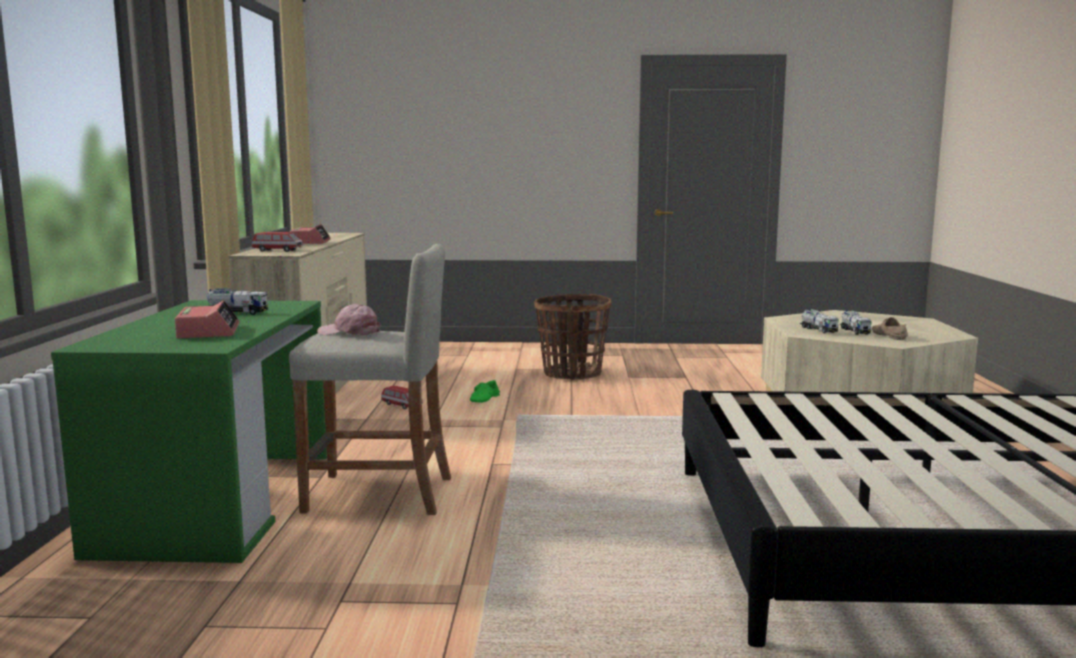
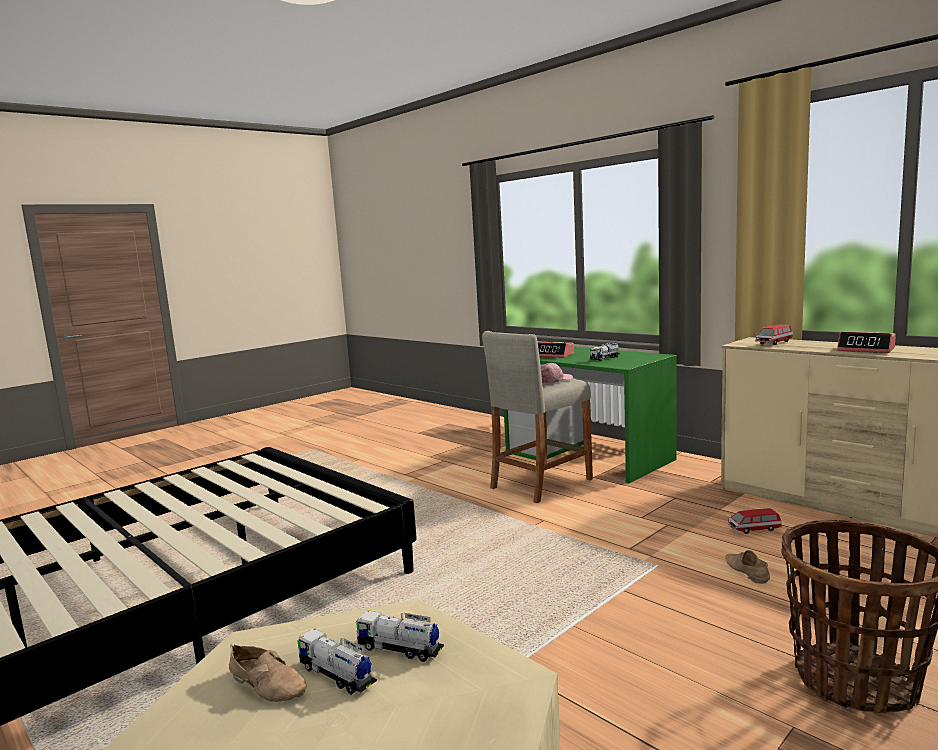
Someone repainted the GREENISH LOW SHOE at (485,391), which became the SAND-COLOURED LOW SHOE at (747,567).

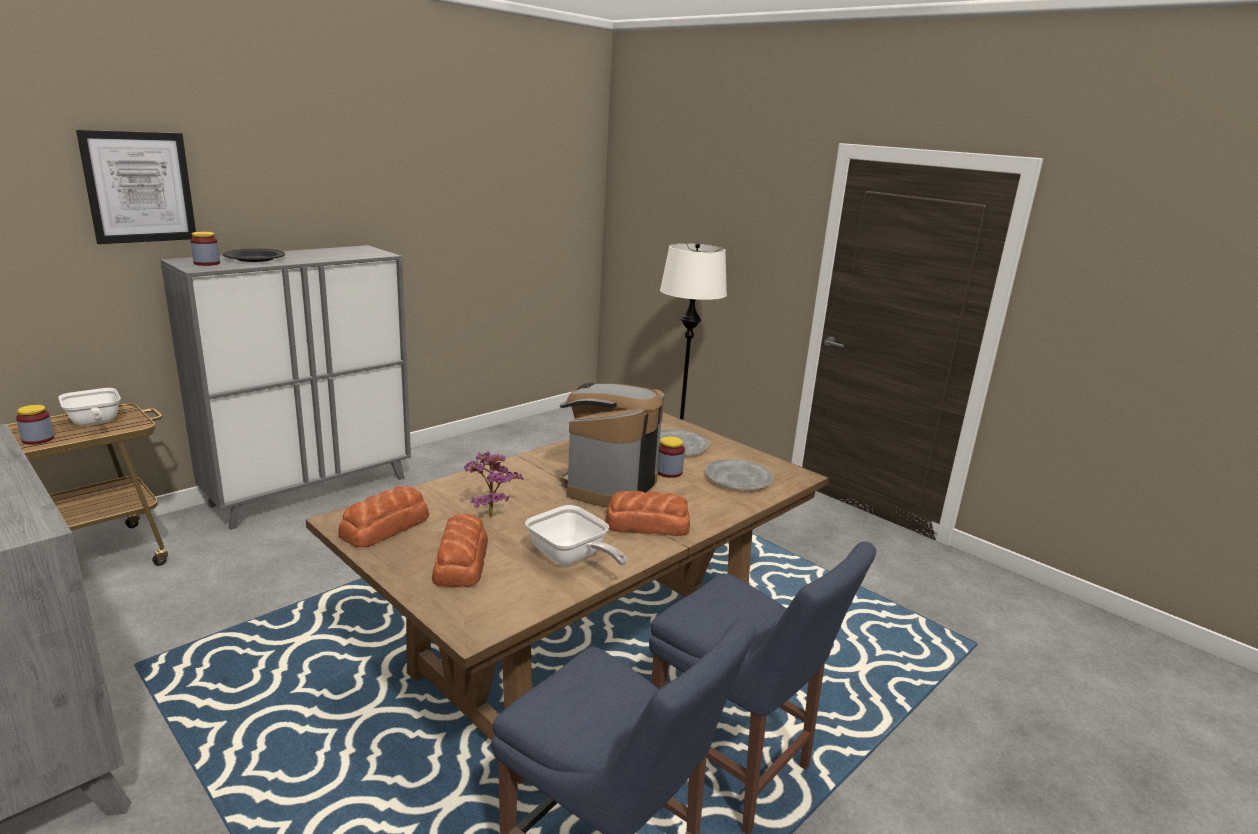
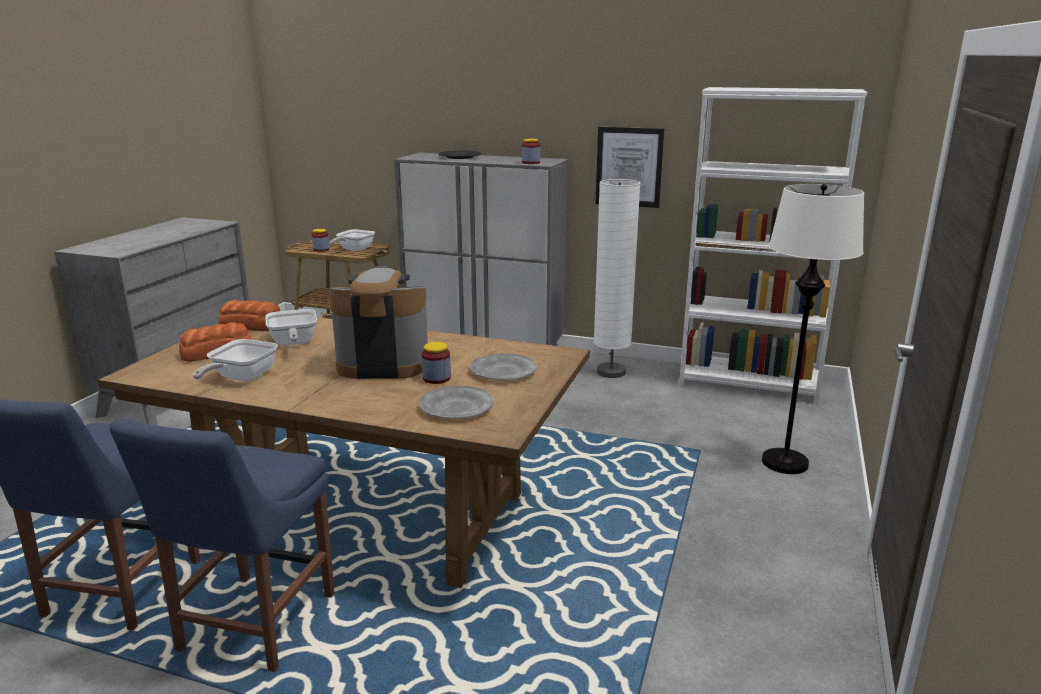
Someone carried the WALL PICTURE from (136,187) to (629,167).
Someone carried the PRESERVE JAR from (205,249) to (531,151).
Someone swapped the HOUSEPLANT at (493,485) for the FRYING PAN at (291,327).
Someone took away the BAKERY BREAD at (648,513).
Someone put down the WHITISH STANDARD LAMP at (617,278).
Someone put down the WHITISH SHELVING UNIT at (773,245).

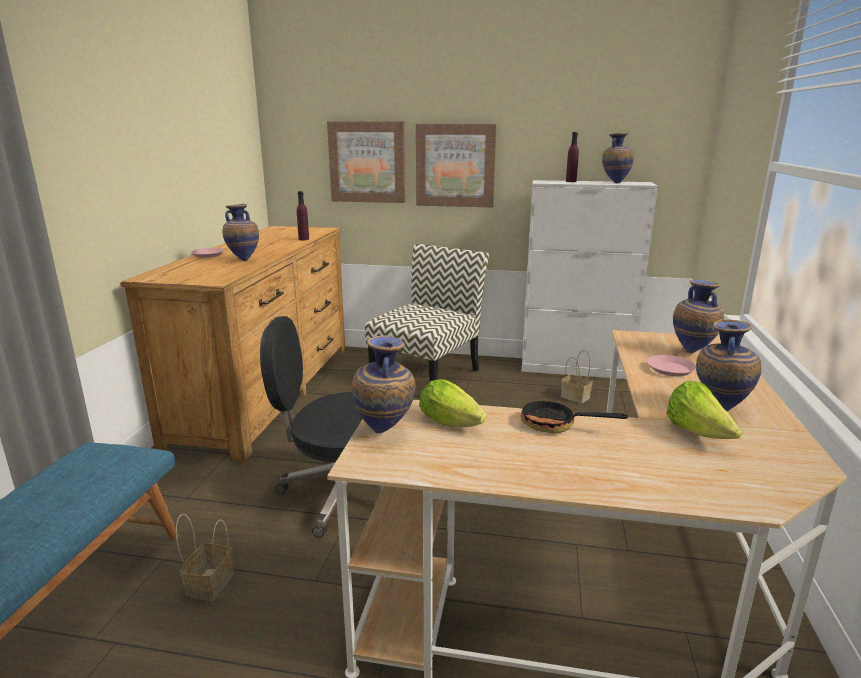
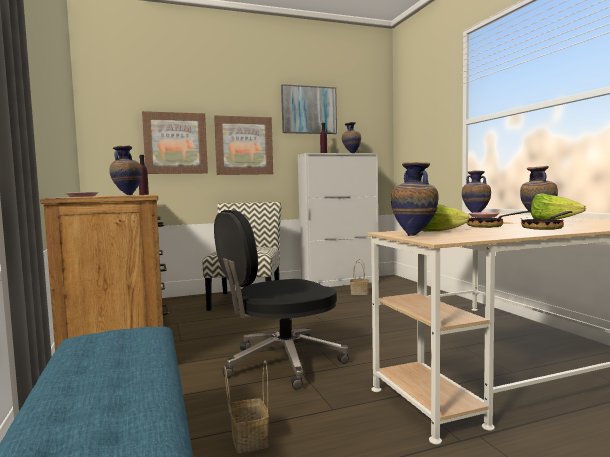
Someone put up the WALL PICTURE at (309,109).
Someone put down the FRYING PAN at (547,220).

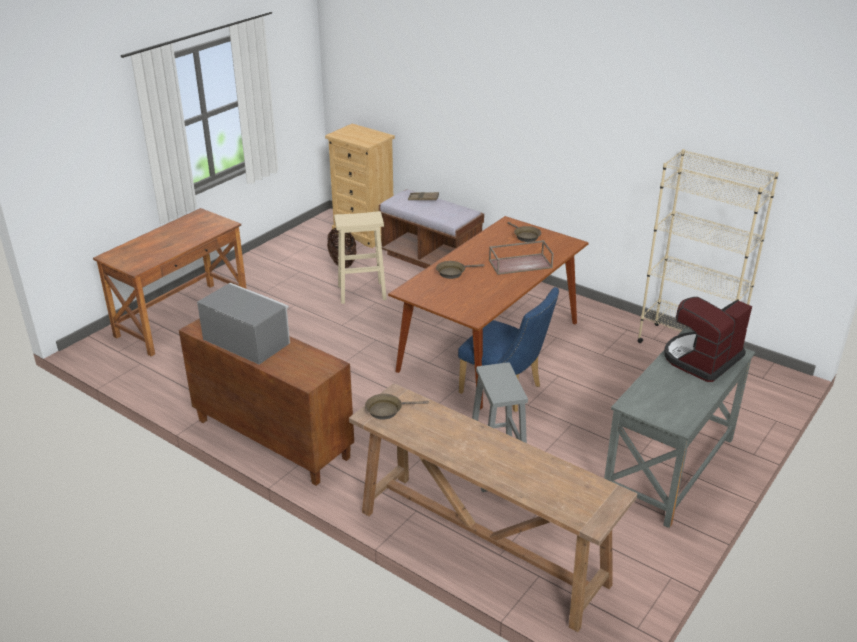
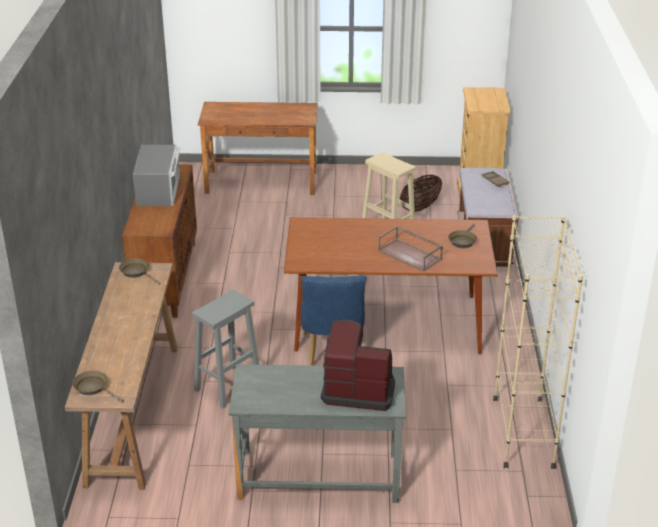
Someone carried the BROWNISH FRYING PAN from (460,270) to (98,386).

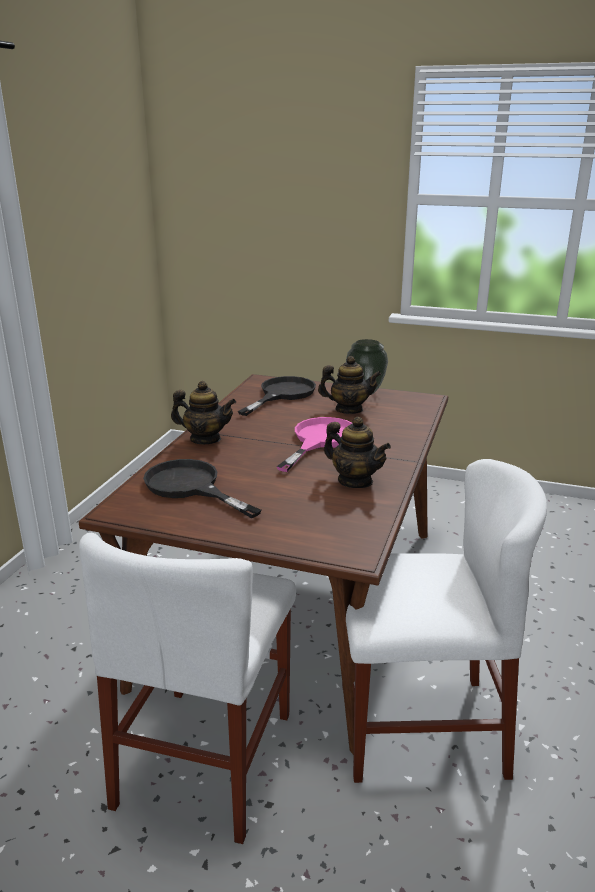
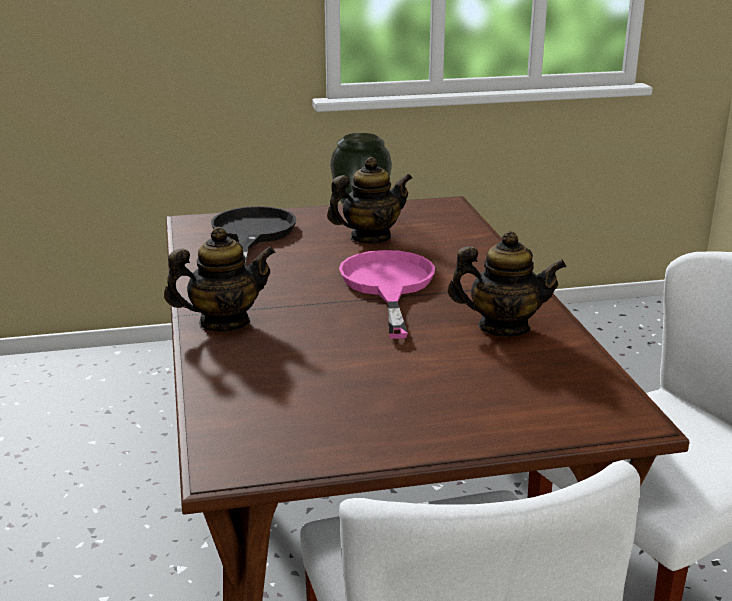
Someone took away the BLACKISH FRYING PAN at (202,488).

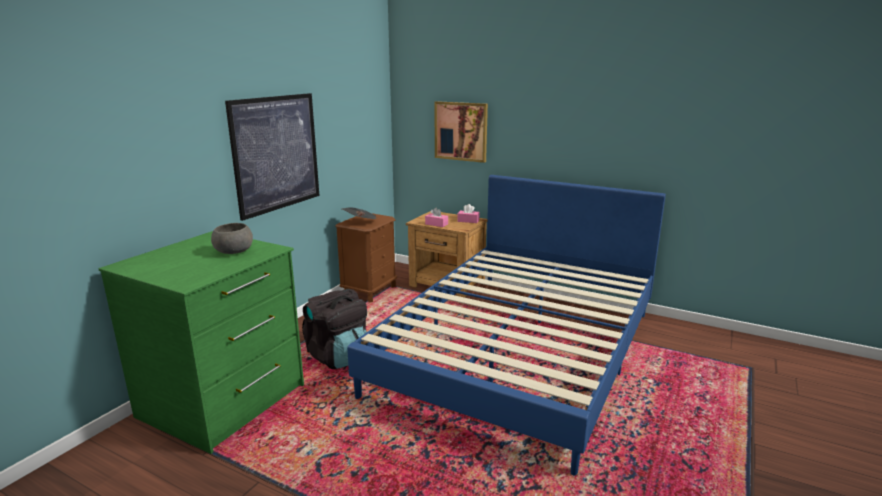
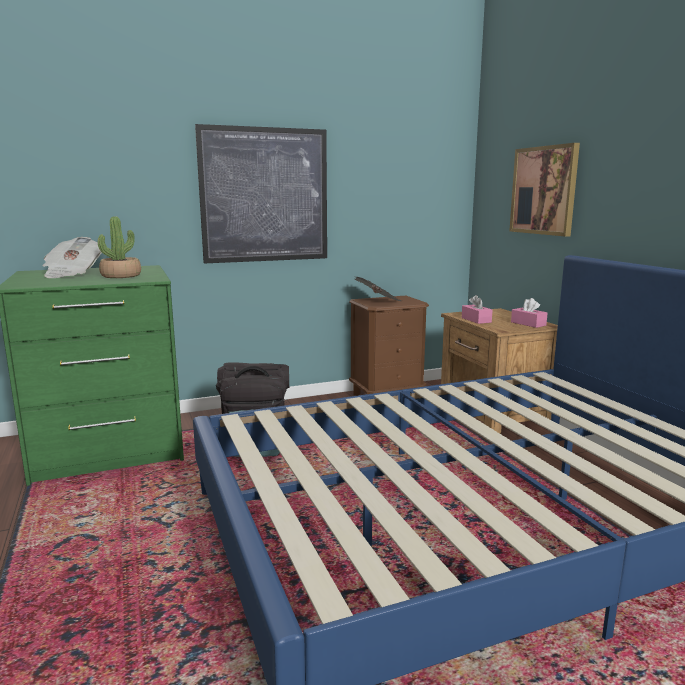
Someone swapped the GREYISH BOWL at (232,238) for the HOUSEPLANT at (119,247).
Someone put down the PRINTED PAPER at (72,257).

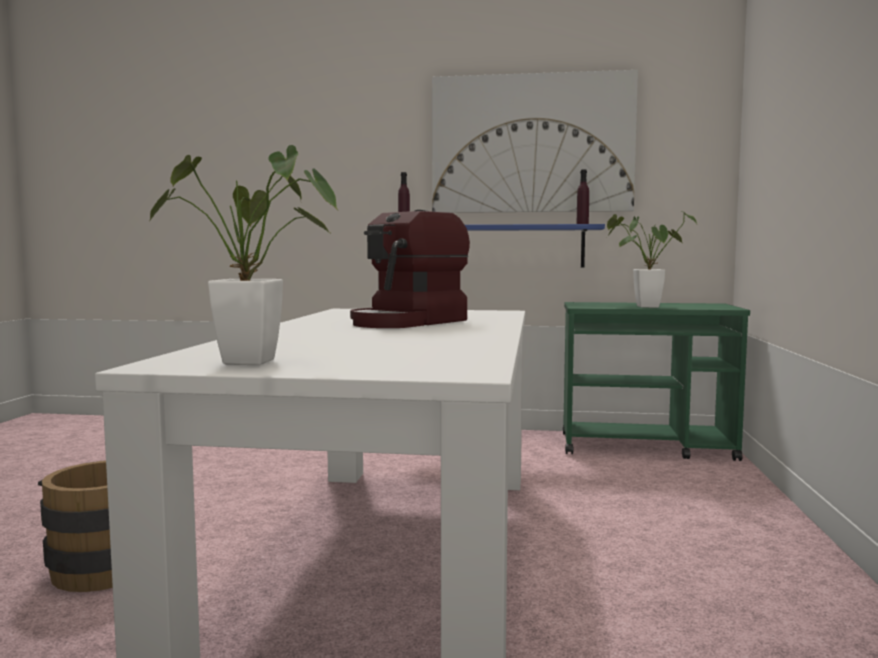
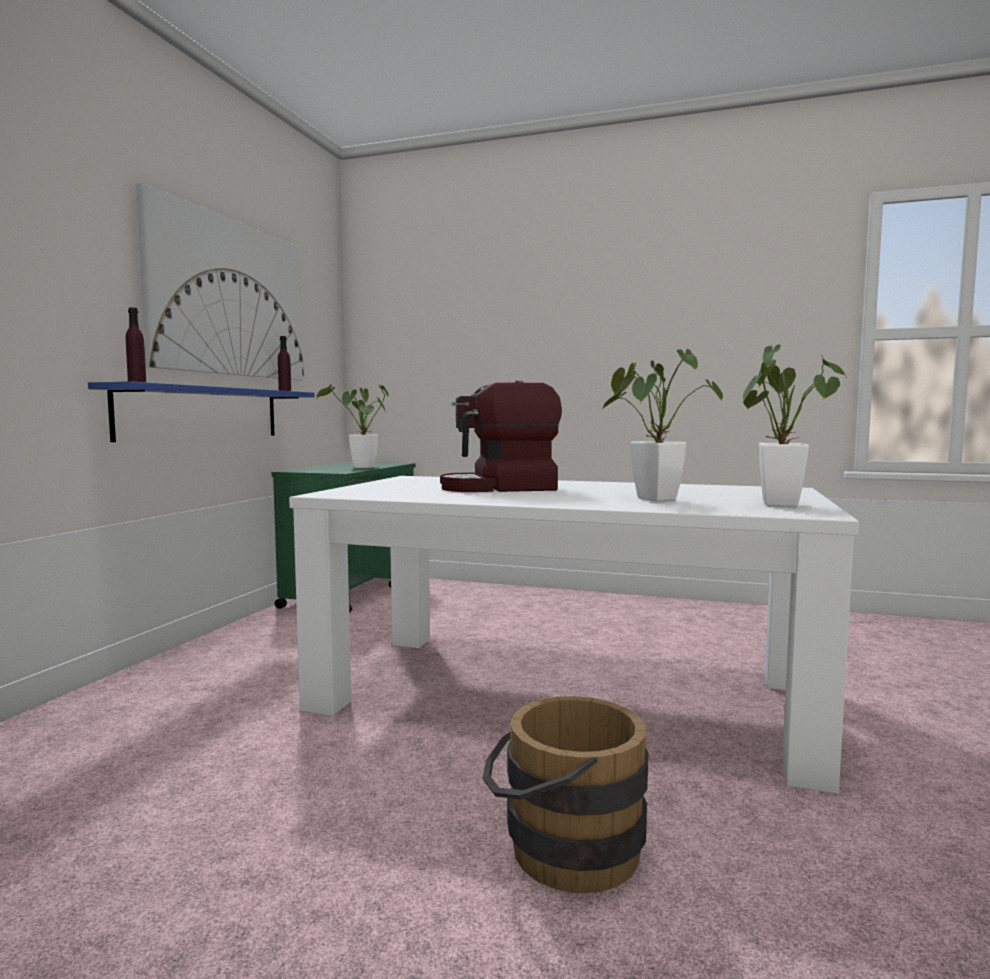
Someone rotated the COFFEE MACHINE at (410,269) by 120 degrees clockwise.
Someone put down the HOUSEPLANT at (662,425).

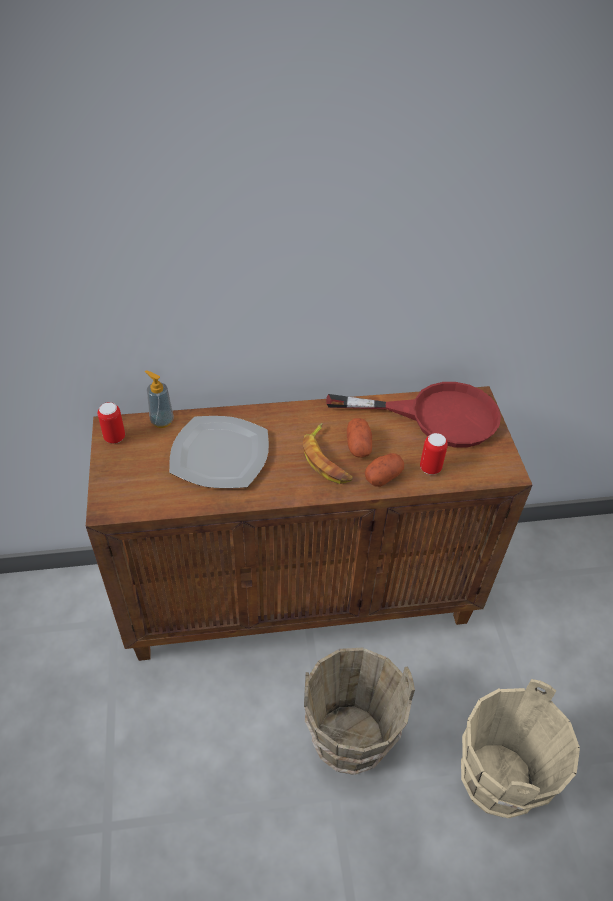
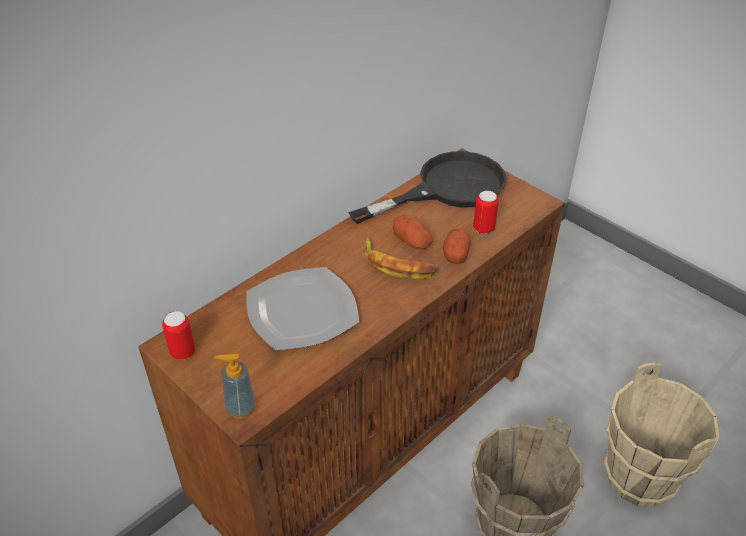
Someone carried the SOAP BOTTLE from (159,399) to (235,386).
Someone repainted the RED FRYING PAN at (413,415), which became the BLACKISH FRYING PAN at (427,187).

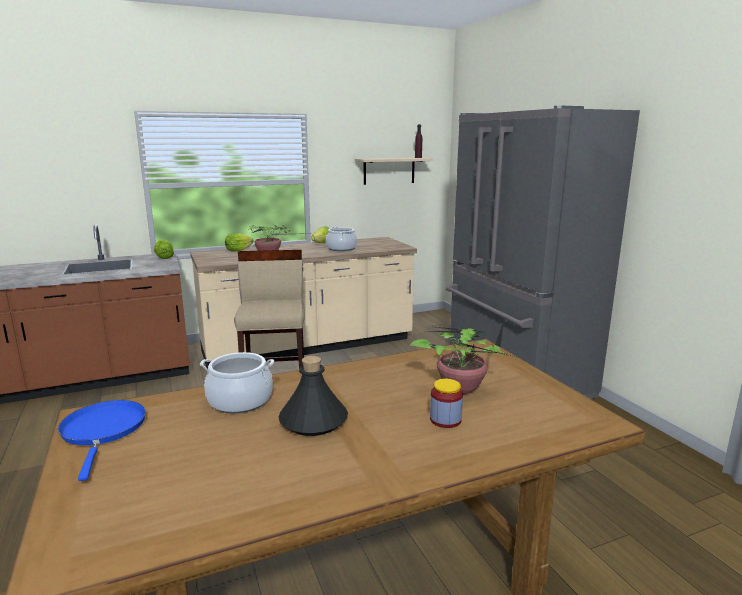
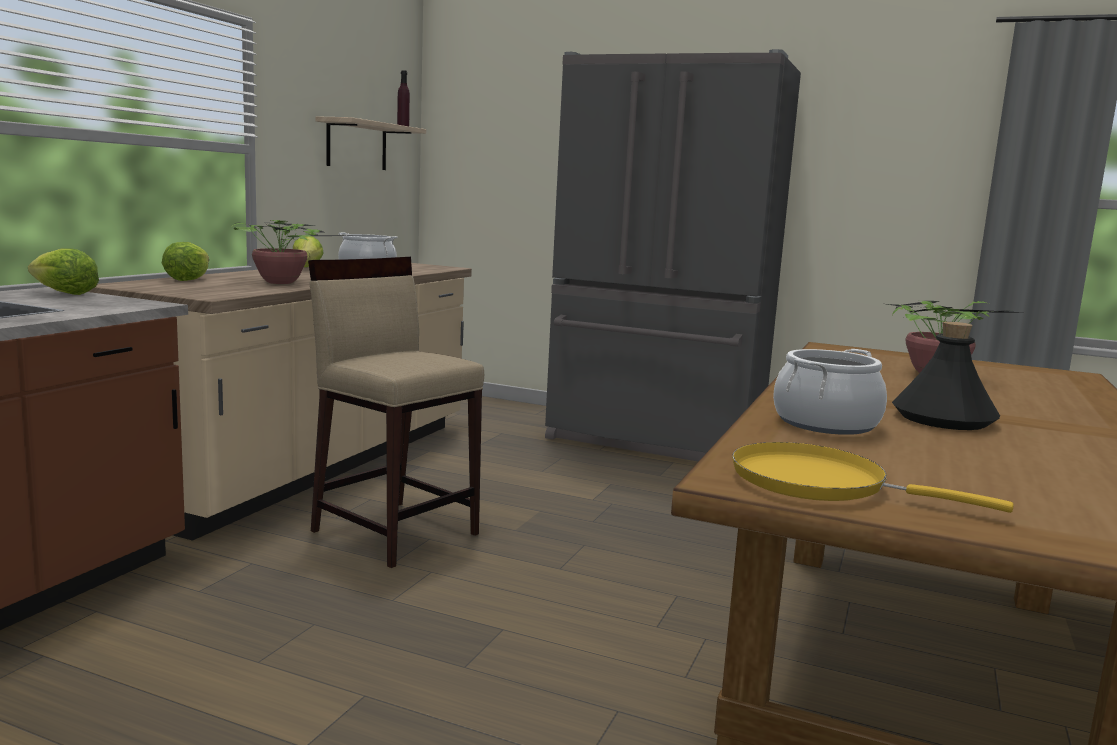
Someone repainted the BLUE-COLOURED FRYING PAN at (102,440), which became the YELLOW FRYING PAN at (873,477).
Someone took away the PRESERVE JAR at (446,403).

